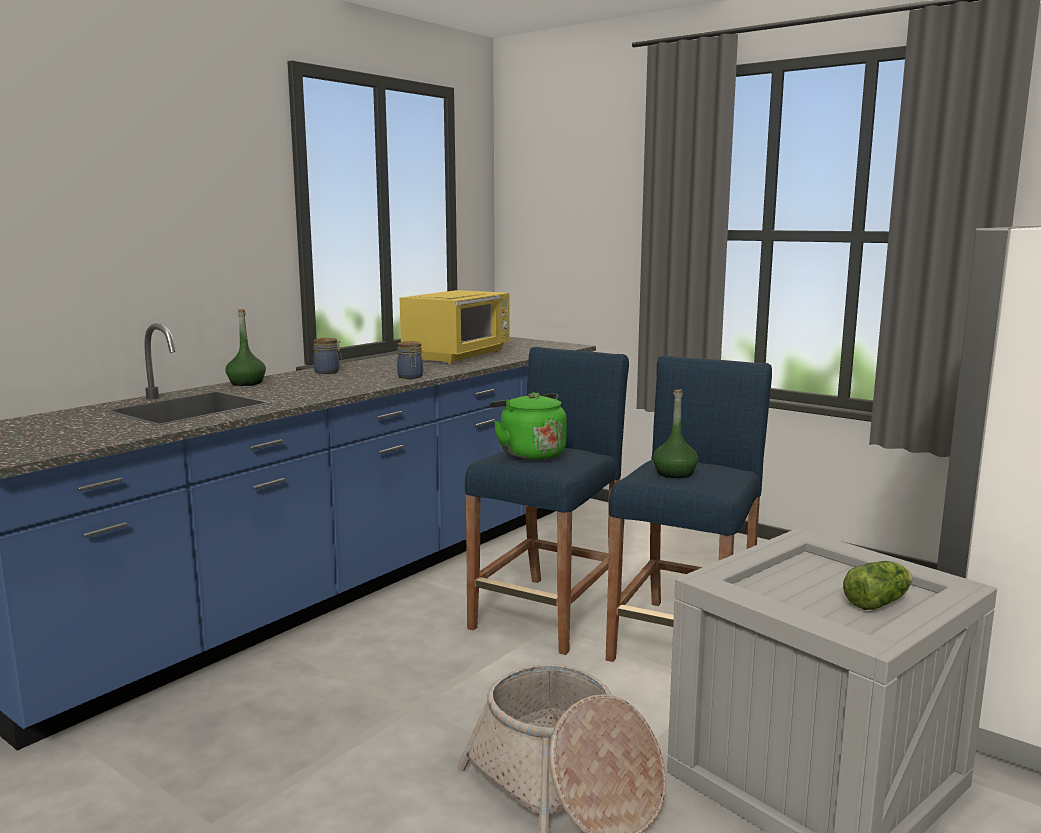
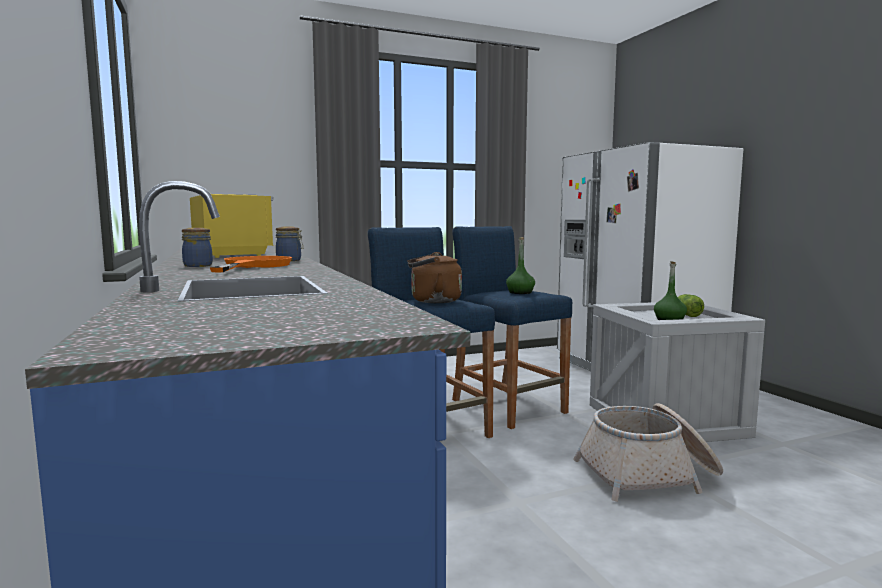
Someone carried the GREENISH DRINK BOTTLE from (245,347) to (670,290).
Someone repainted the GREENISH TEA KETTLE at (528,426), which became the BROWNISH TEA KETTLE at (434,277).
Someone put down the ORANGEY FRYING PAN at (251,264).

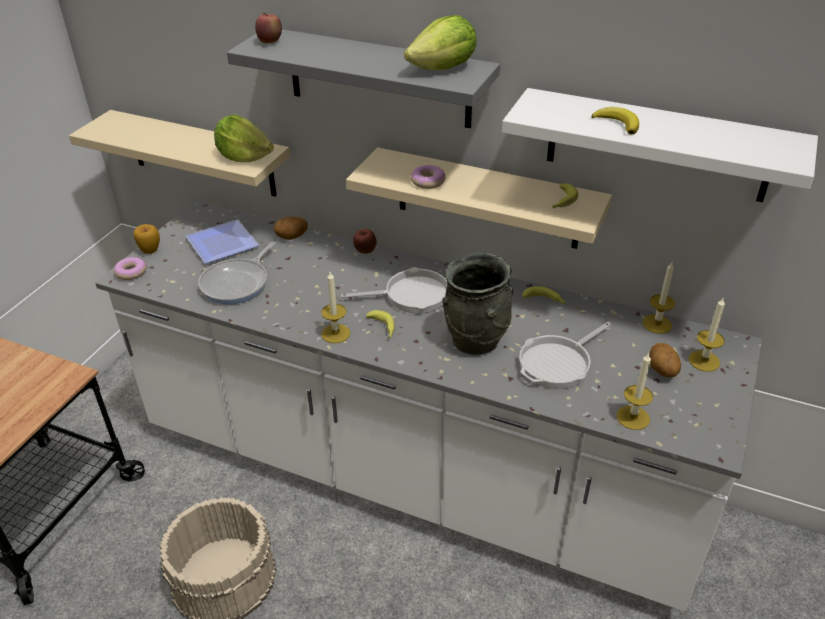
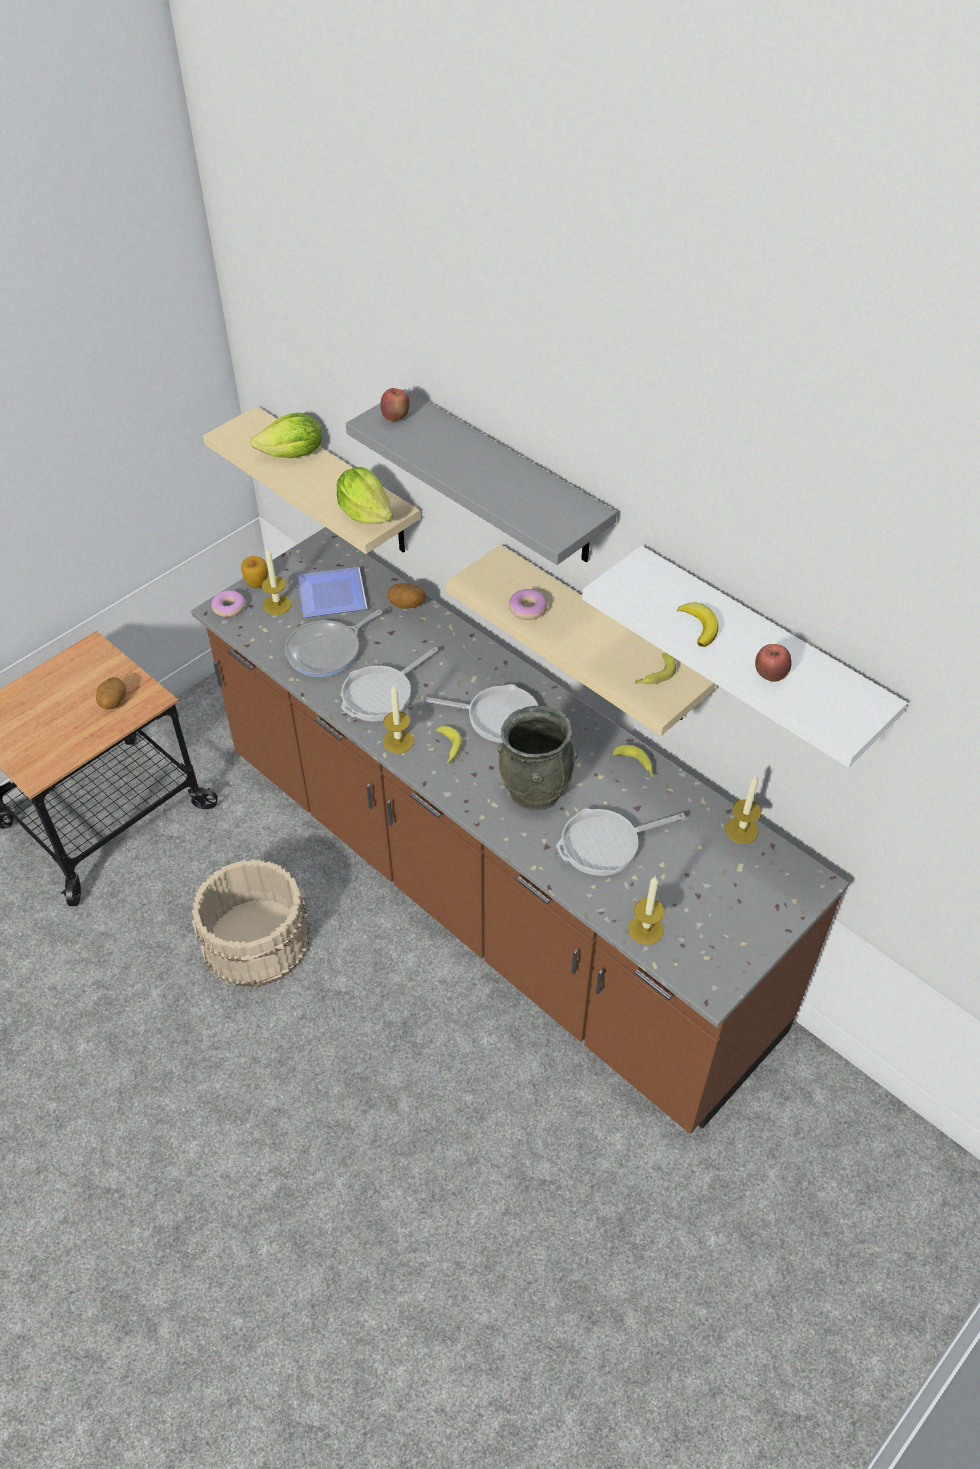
Someone repainted the WHITISH COUNTER at (428,406), which became the BROWNISH COUNTER at (520,830).
Someone carried the WHOLE APPLE from (365,241) to (773,663).
Someone carried the HEAD OF LETTUCE from (440,42) to (286,435).
Someone carried the WHOLE POTATO from (665,360) to (111,693).
Someone carried the CANDLE from (706,335) to (276,581).
Someone put down the FRYING PAN at (389,684).

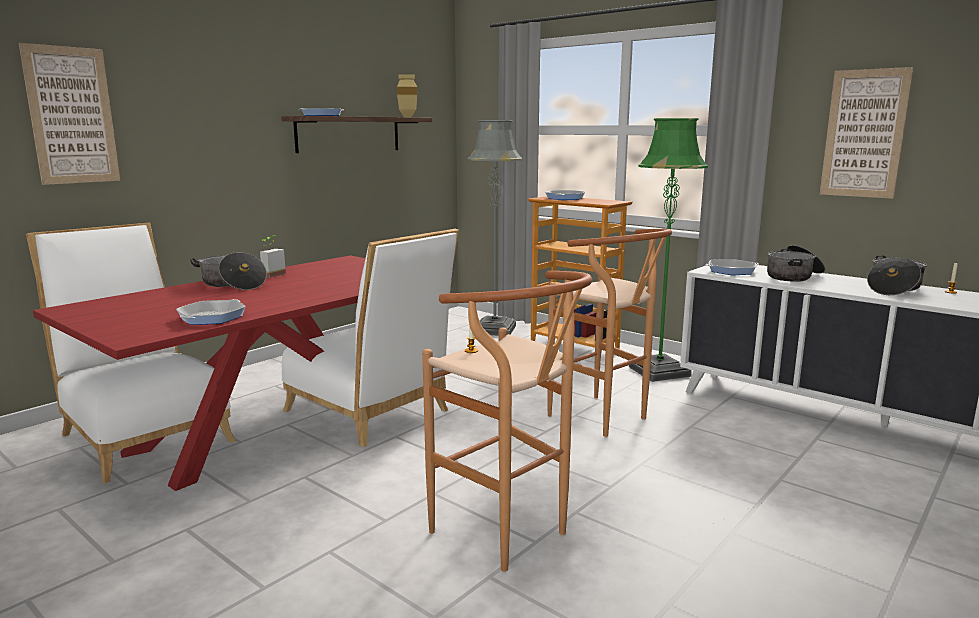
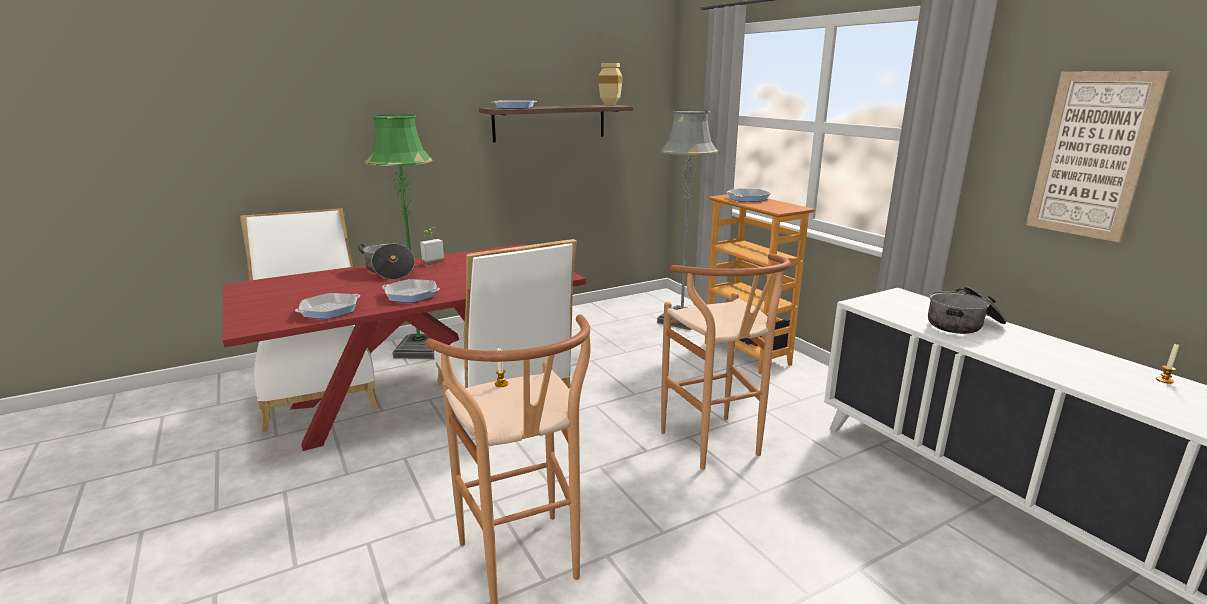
Someone took away the WALL PICTURE at (69,114).
Someone carried the GREENISH STANDARD LAMP from (668,250) to (400,236).
Someone carried the FRYING PAN from (732,267) to (411,291).
Someone took away the STOCKPOT at (897,275).

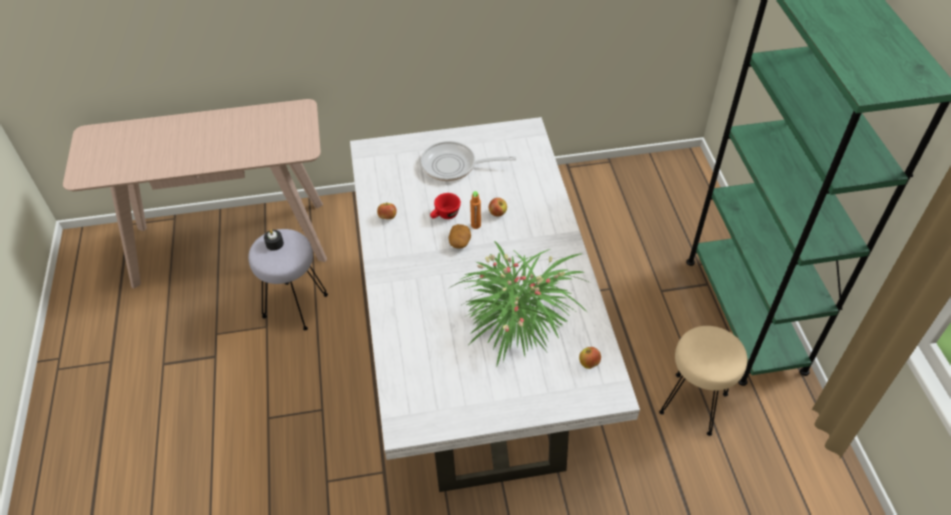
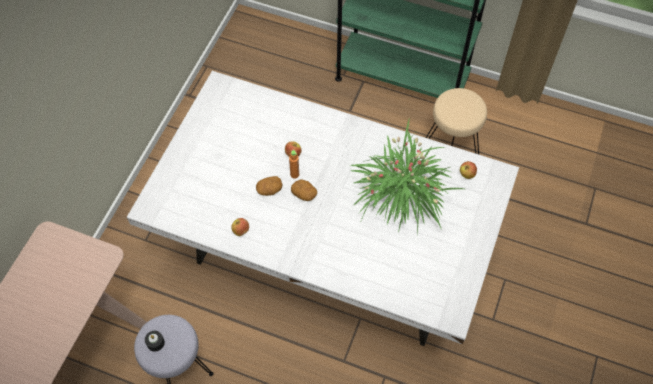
Someone took away the FRYING PAN at (468,161).
Someone swapped the RED SMALL CUP at (445,206) for the WHOLE POTATO at (269,186).

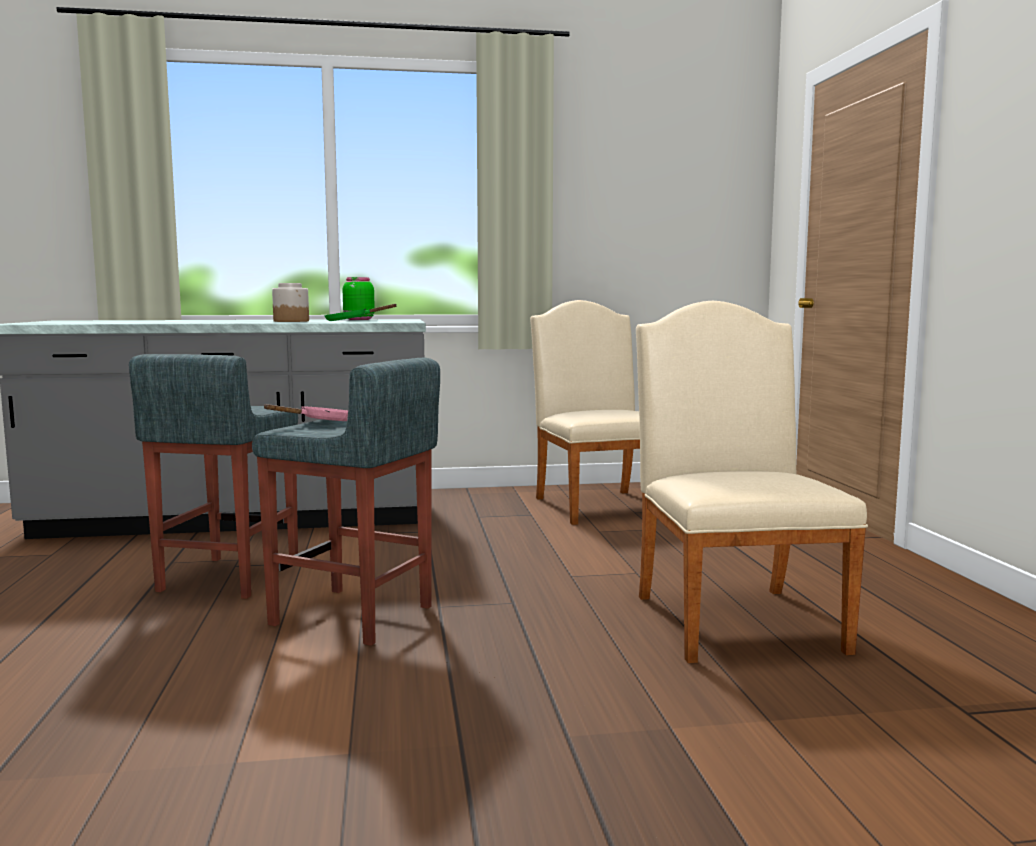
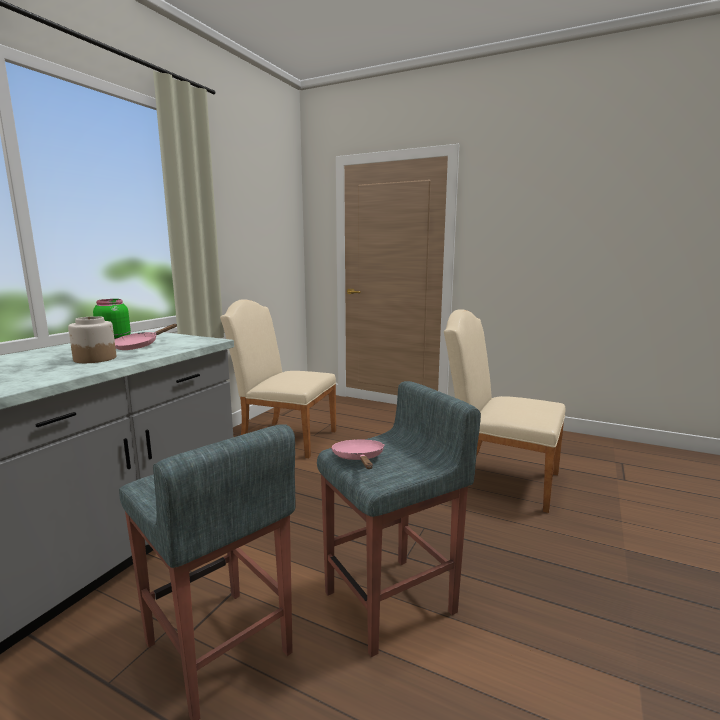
Someone repainted the GREENISH FRYING PAN at (360,312), which became the PINK-COLOURED FRYING PAN at (146,337).

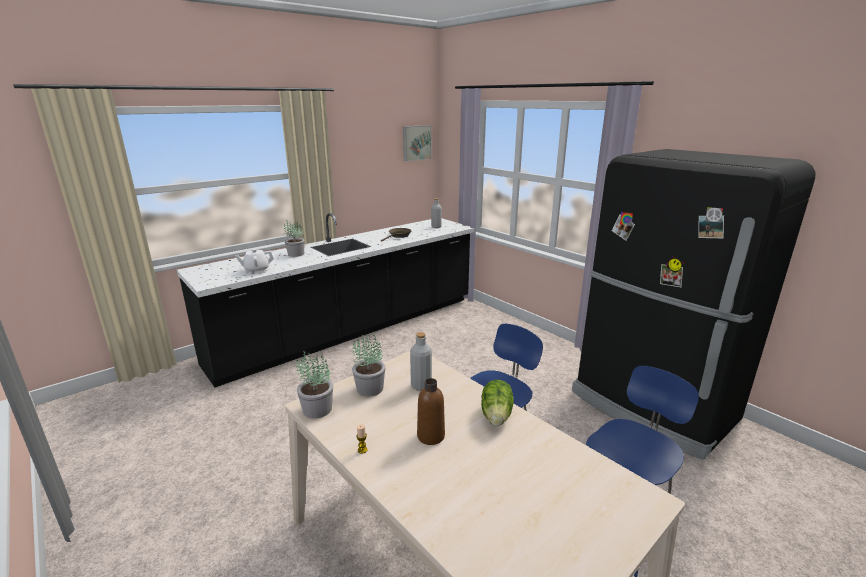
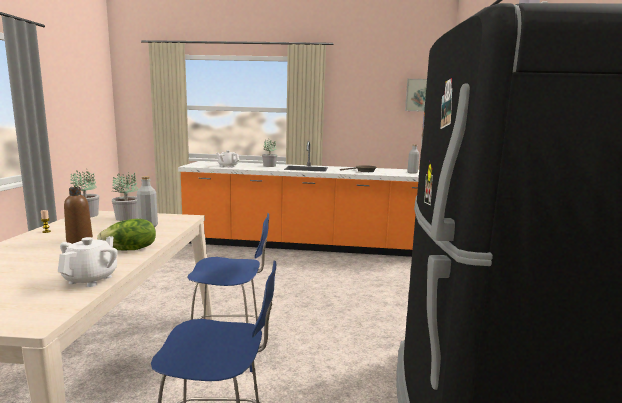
Someone repainted the BLACKISH COUNTER at (325,300), which became the ORANGEY COUNTER at (298,199).
Someone put down the WHITISH POT FOR TEA at (88,261).

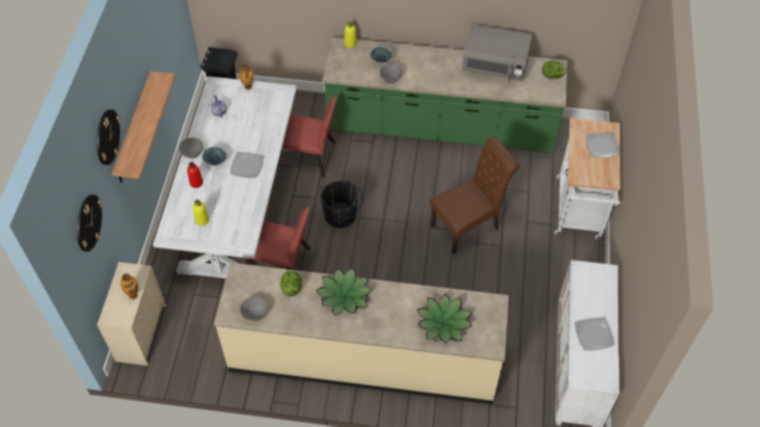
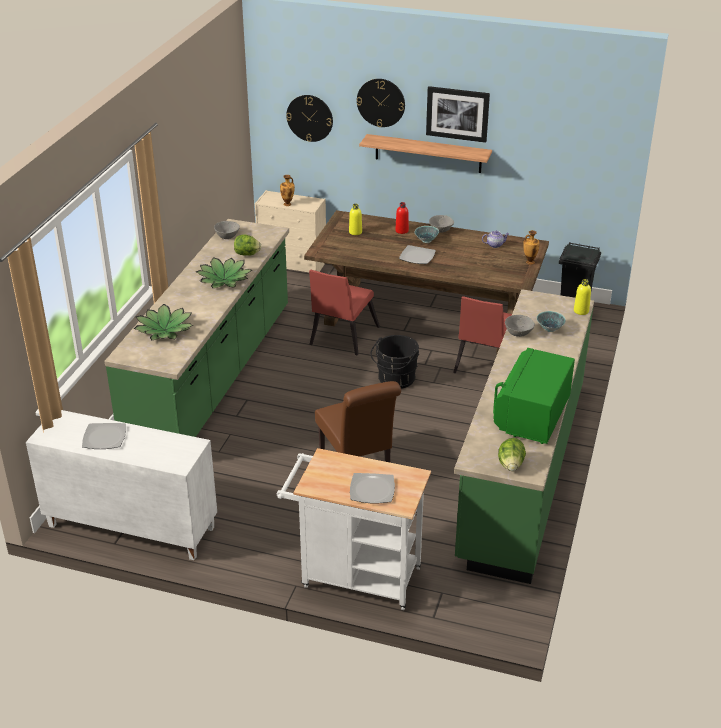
Someone repainted the WHITISH DINING TABLE at (225,177), which became the BROWNISH DINING TABLE at (426,282).
Someone repainted the SAND-COLOURED COUNTER at (361,333), which became the GREENISH COUNTER at (197,328).
Someone repainted the GREYISH MICROWAVE at (497,53), which became the GREENISH MICROWAVE at (534,396).
Someone put up the WALL PICTURE at (458,114).

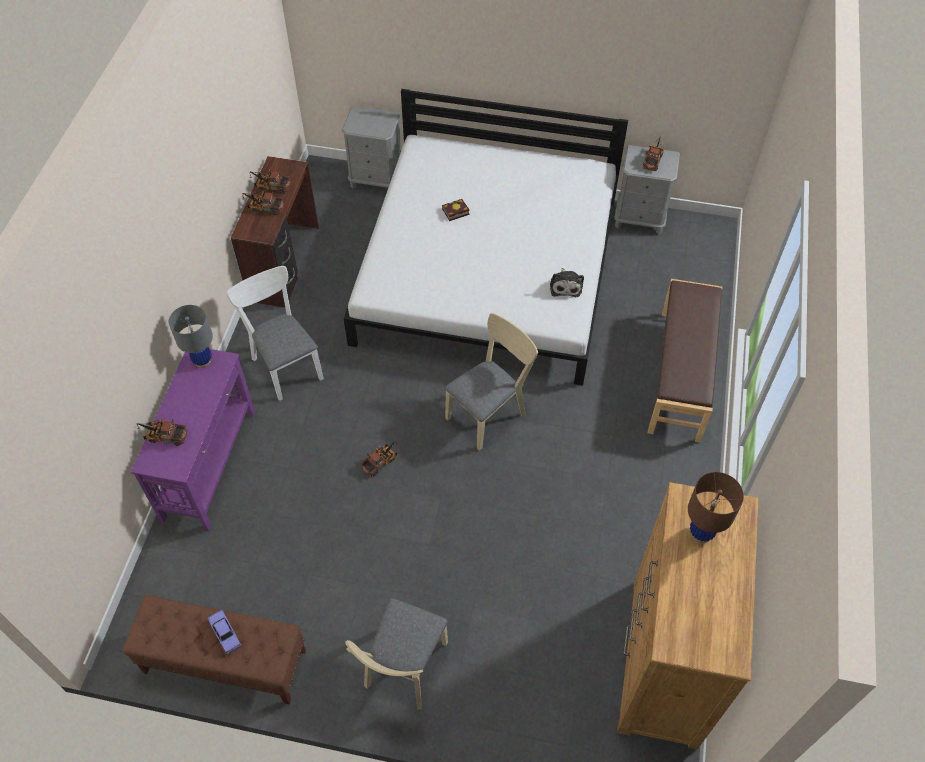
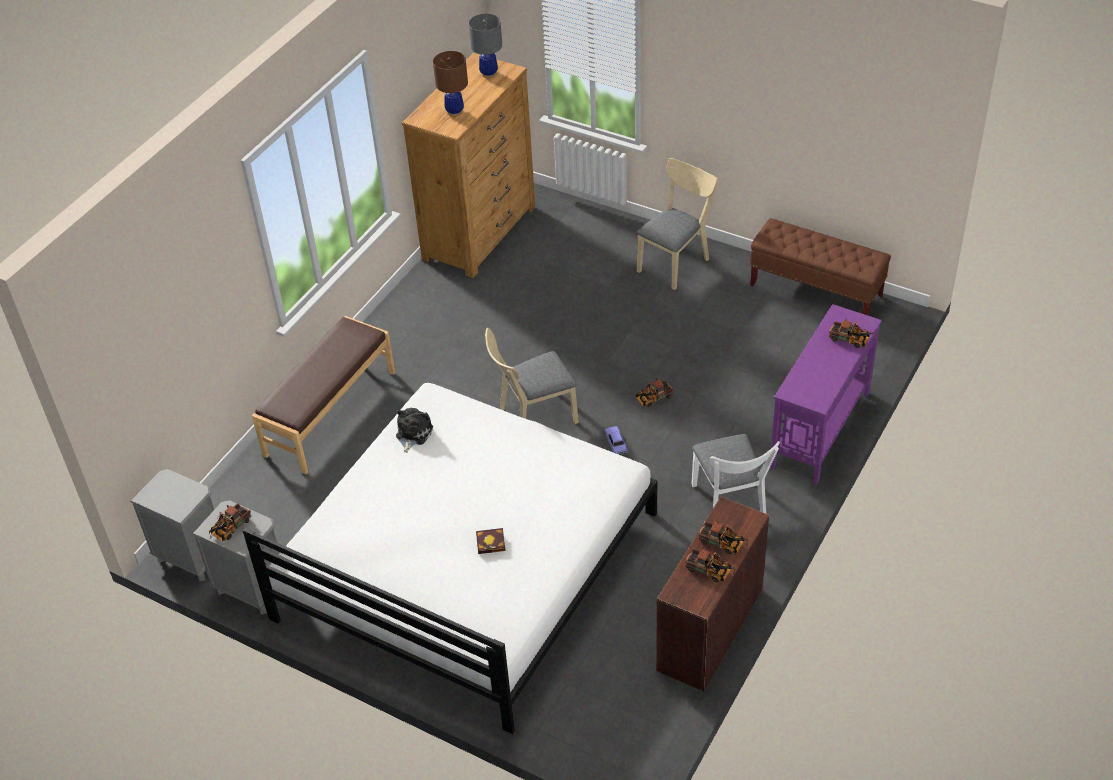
Someone carried the GREYISH TABLETOP LAMP from (191,336) to (485,46).
Someone carried the MODEL CAR from (224,632) to (616,440).
Someone carried the GREYISH BEDSIDE TABLE from (371,147) to (172,525).

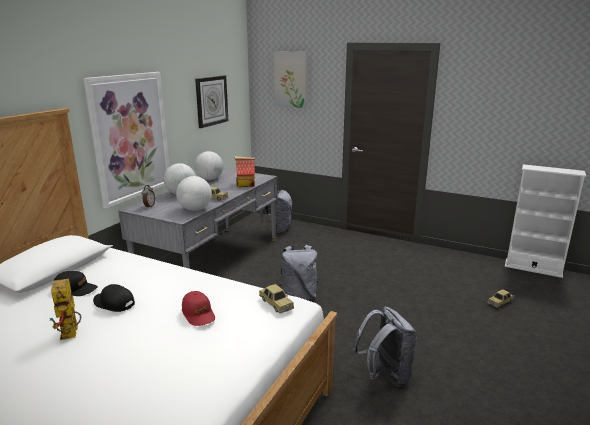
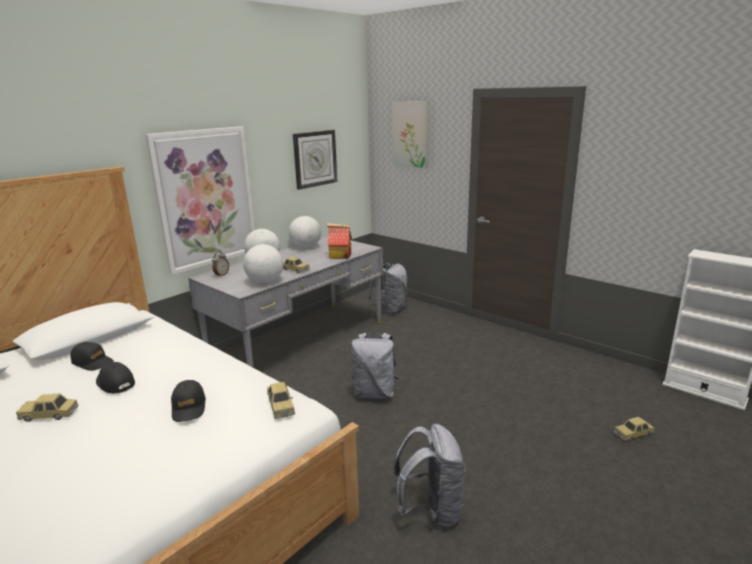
Someone swapped the ROBOT FIGURE at (65,309) for the MODEL CAR at (47,407).
Someone repainted the RED BASEBALL CAP at (198,308), which became the BLACKISH BASEBALL CAP at (188,401).

